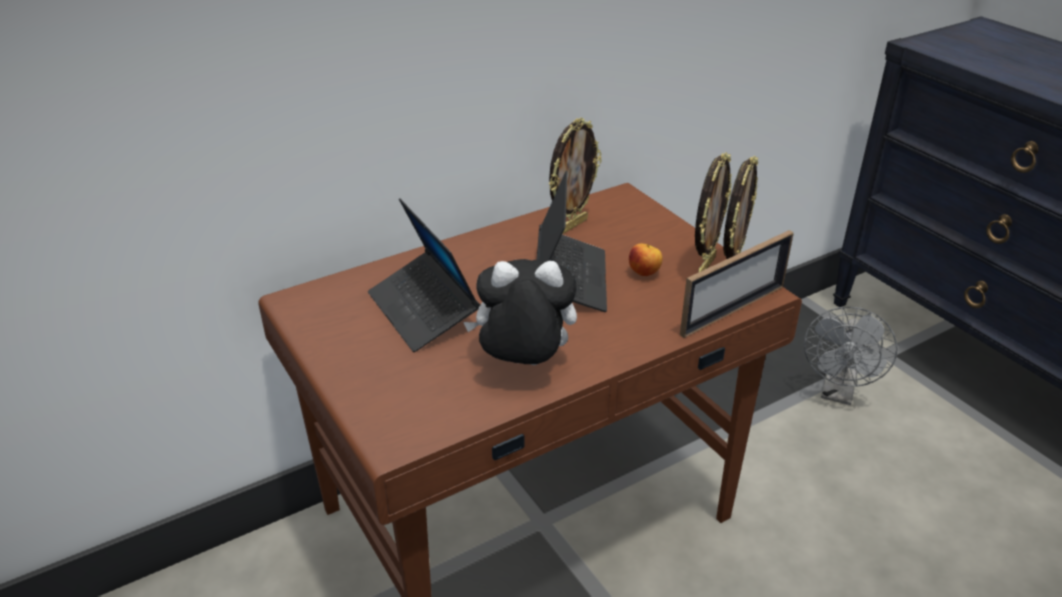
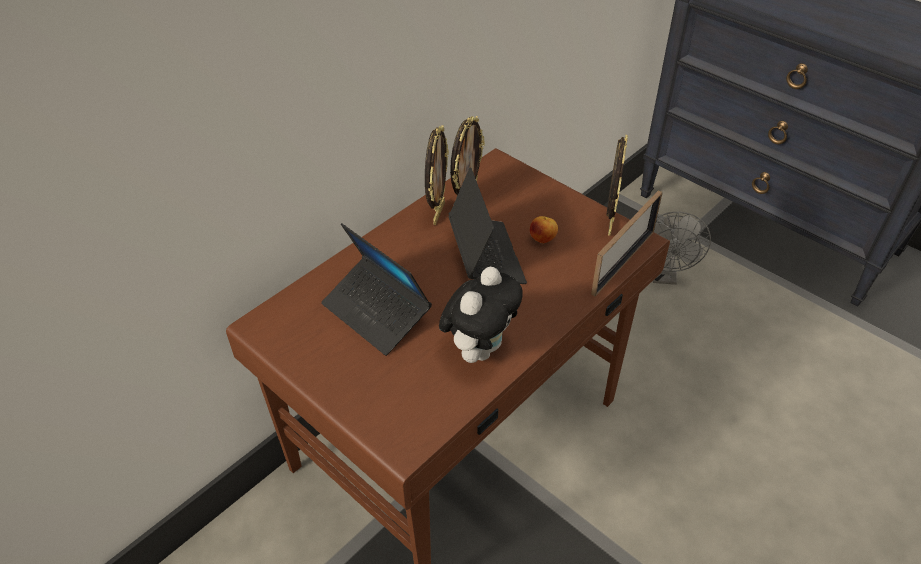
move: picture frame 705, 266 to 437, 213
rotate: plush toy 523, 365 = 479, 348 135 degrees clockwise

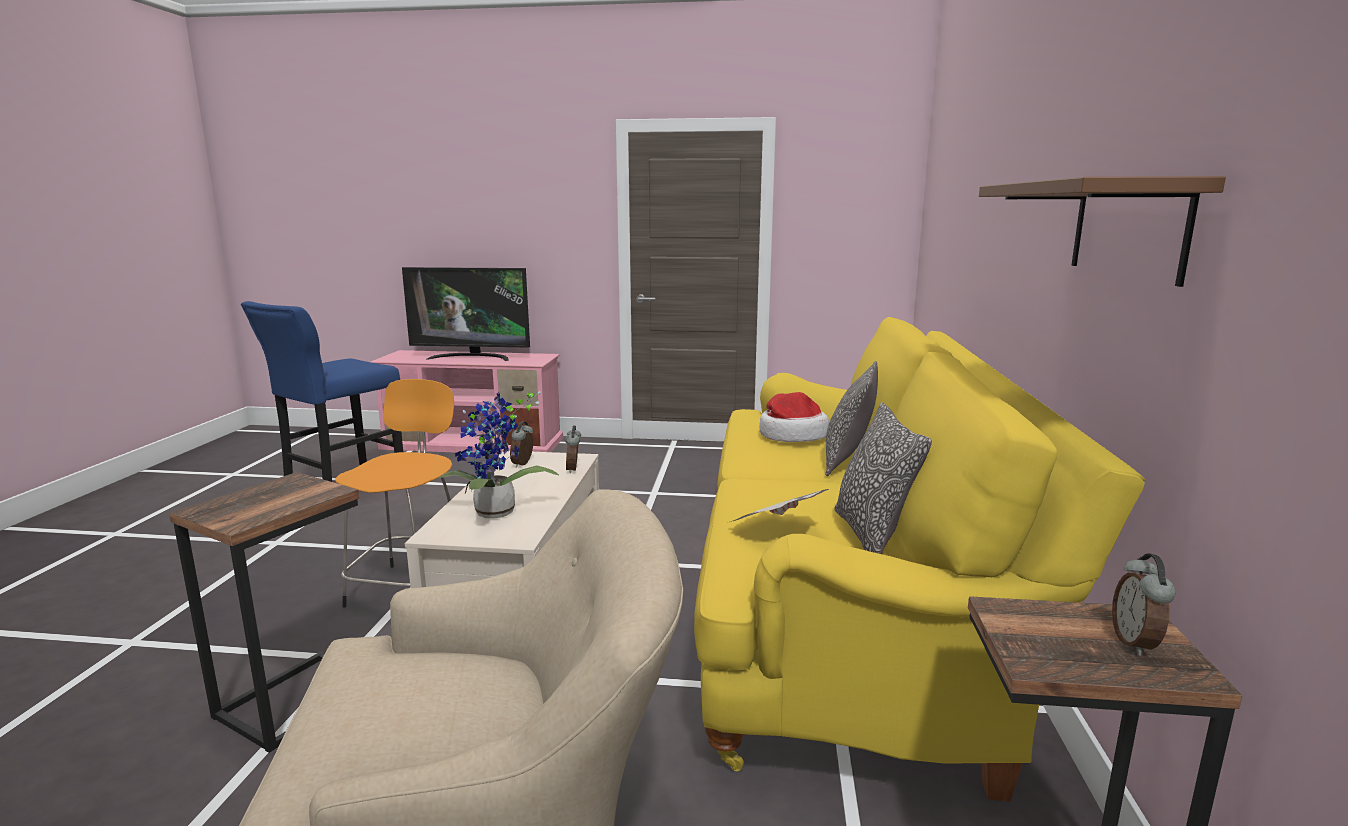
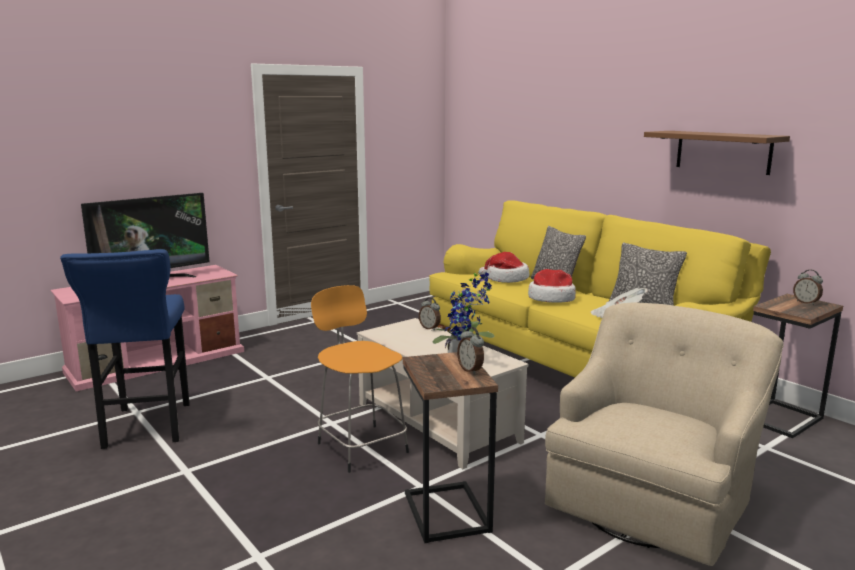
insert: hat 551, 298
move: alarm clock 523, 464 to 471, 370

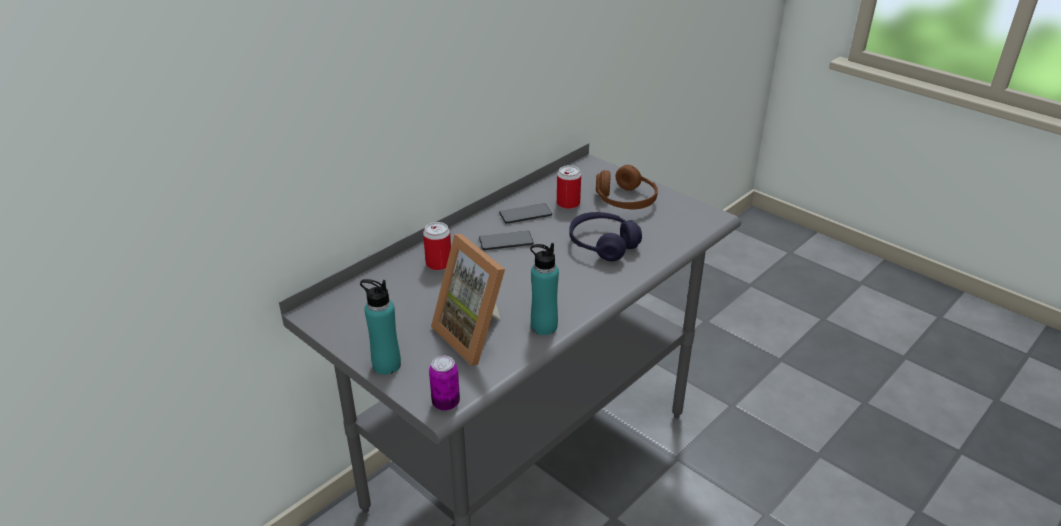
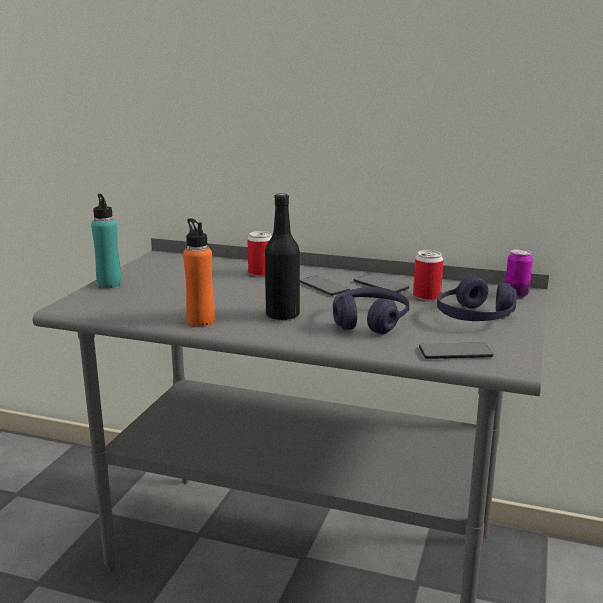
delete: picture frame 476, 335
insert: black bottle 282, 315; phone 455, 352
move: can 446, 403 to 516, 295
recolor: turquoise bottle 544, 326 to orange bottle 200, 321; brown headphones 625, 200 to purple headphones 475, 317

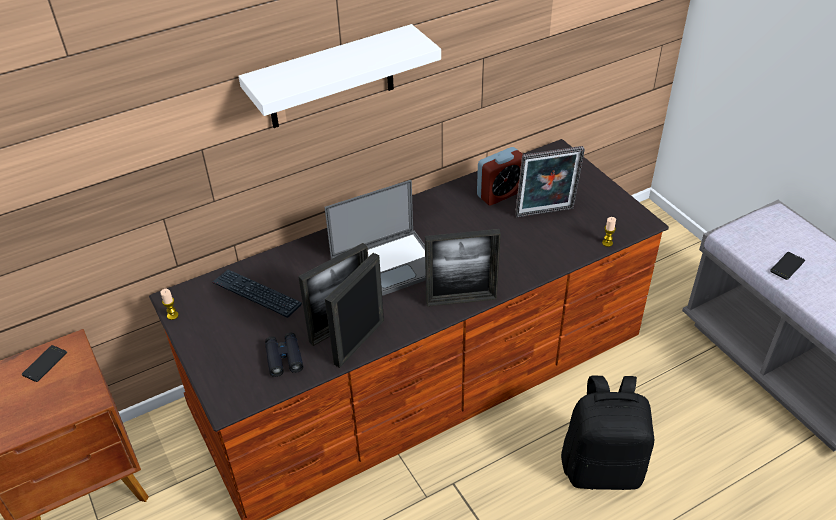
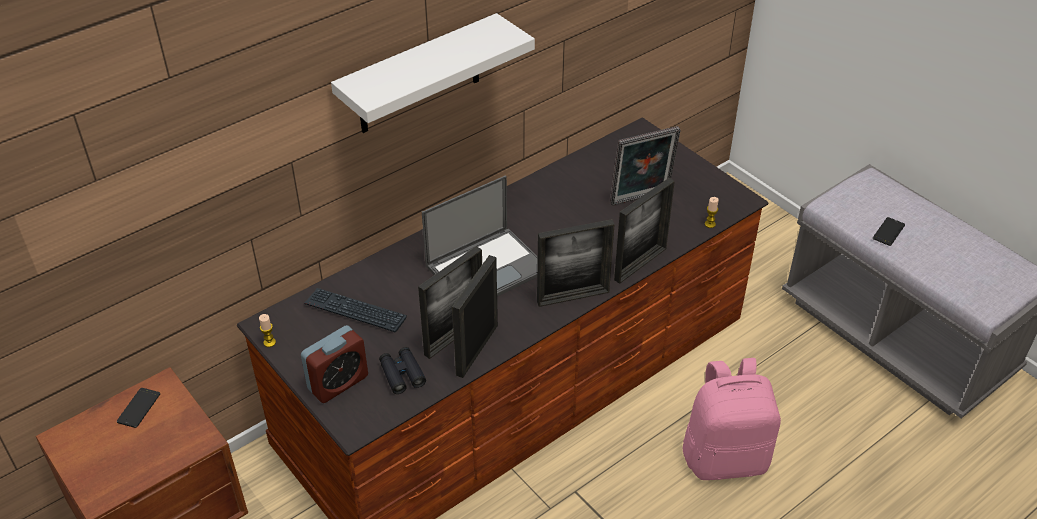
insert: picture frame 640, 264
move: alarm clock 500, 193 to 338, 383
recolor: black backpack 602, 467 to pink backpack 725, 457

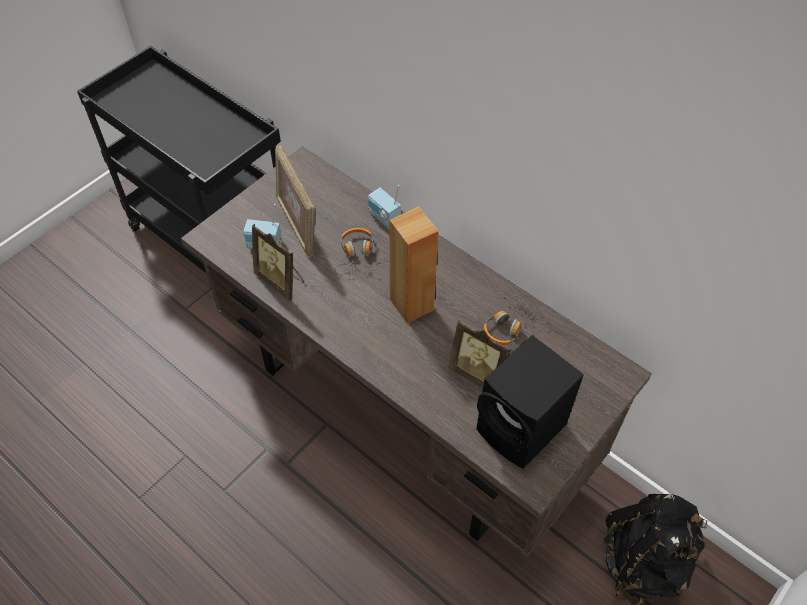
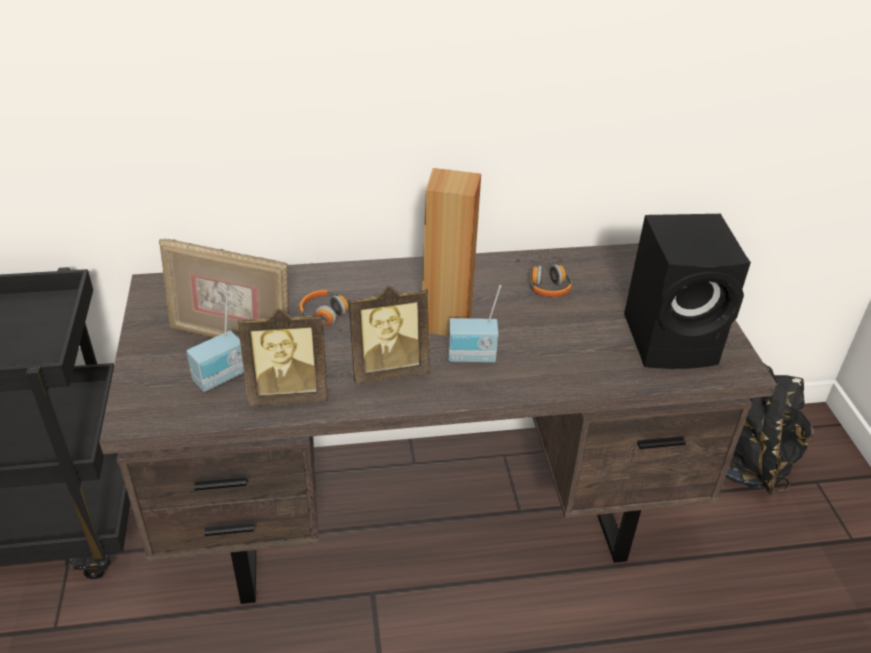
move: radio 383, 218 to 471, 357; picture frame 479, 373 to 388, 369

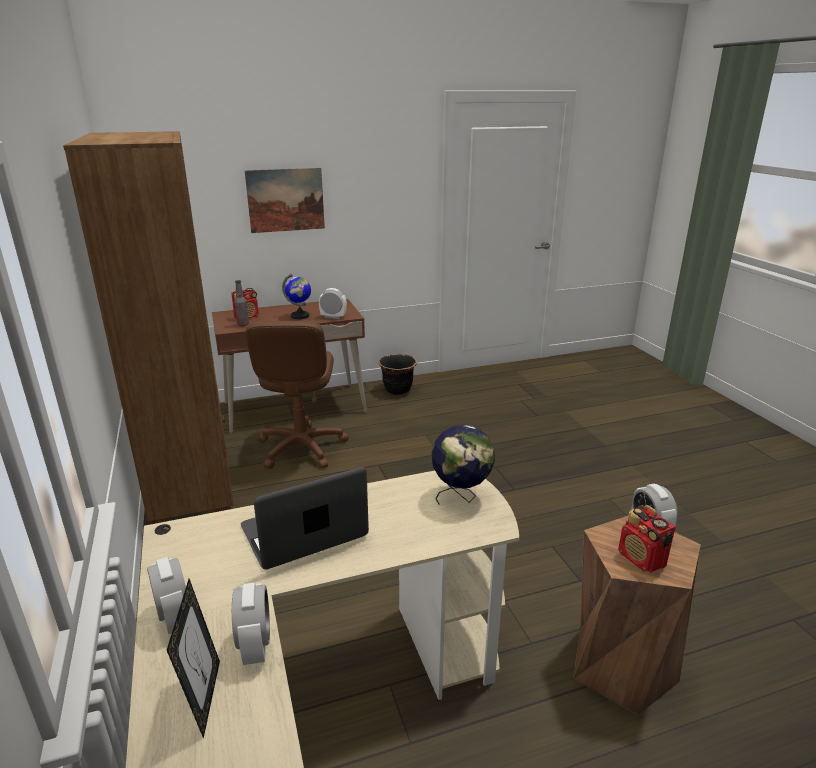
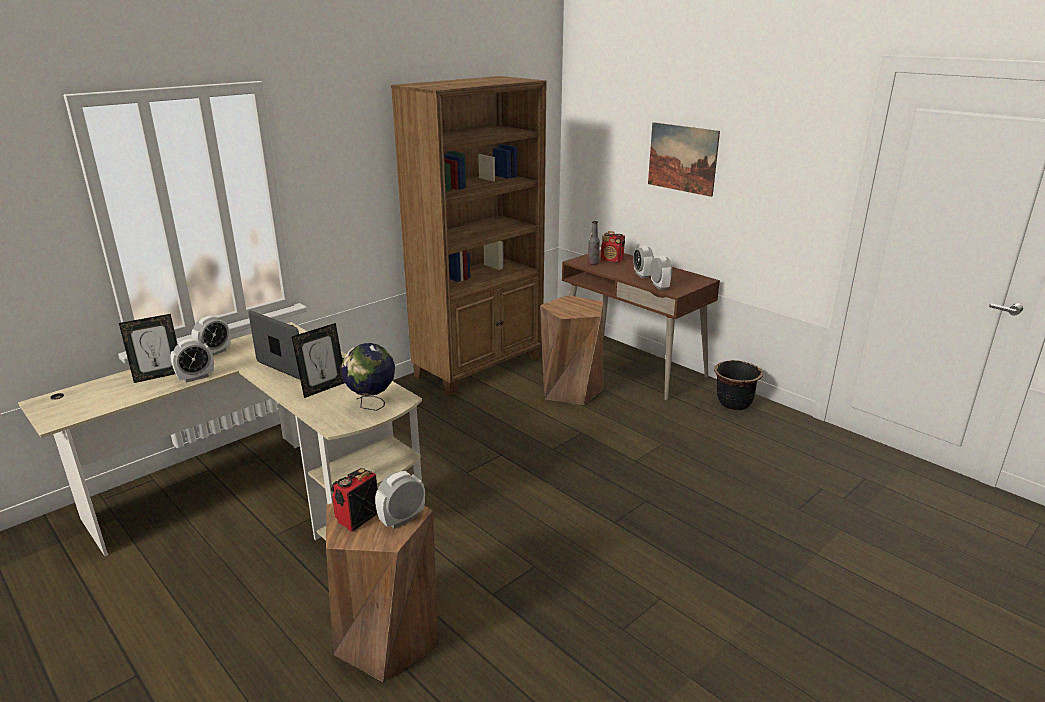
insert: picture frame 323, 388
replace: brown office chair 301, 448 to brown stool 570, 389; globe 300, 316 to alarm clock 642, 275

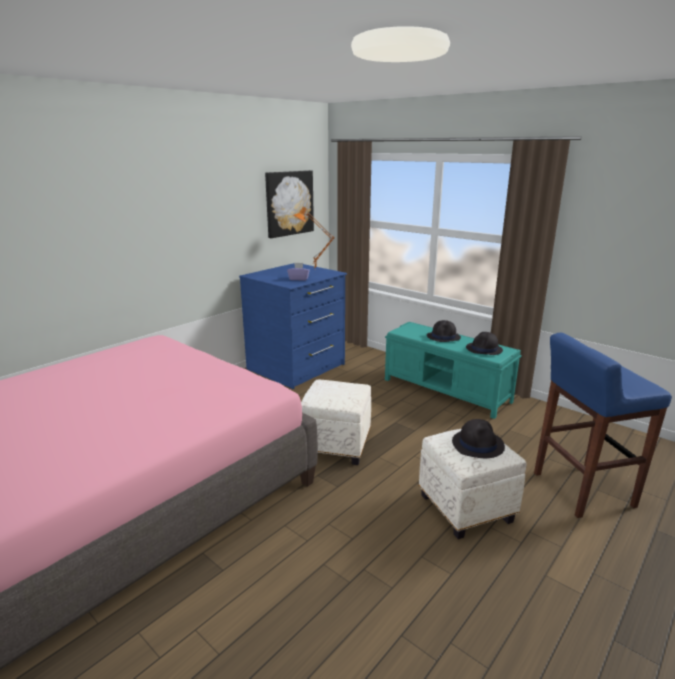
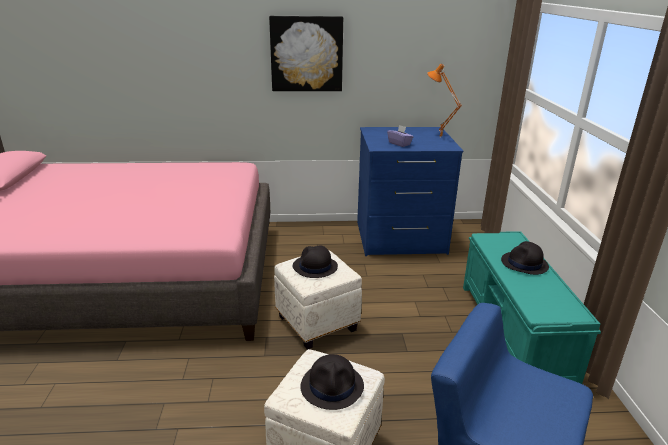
move: picture 289, 203 to 306, 54; black hat 484, 349 to 314, 267

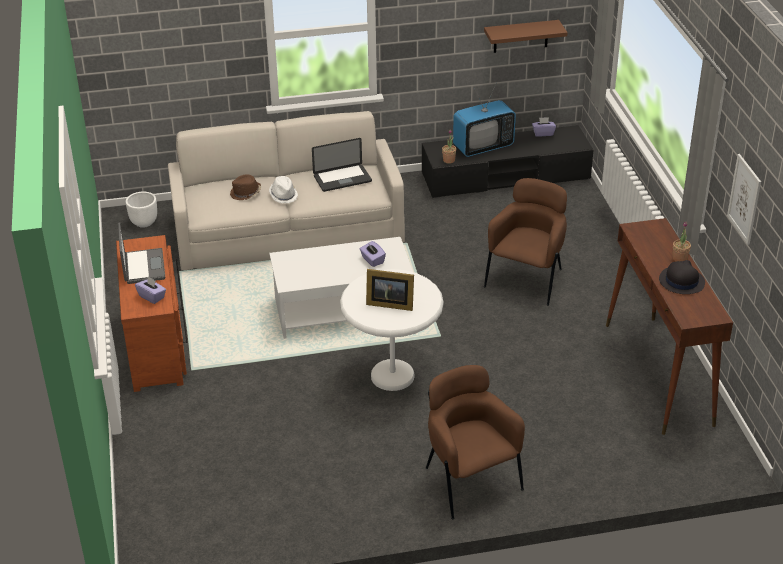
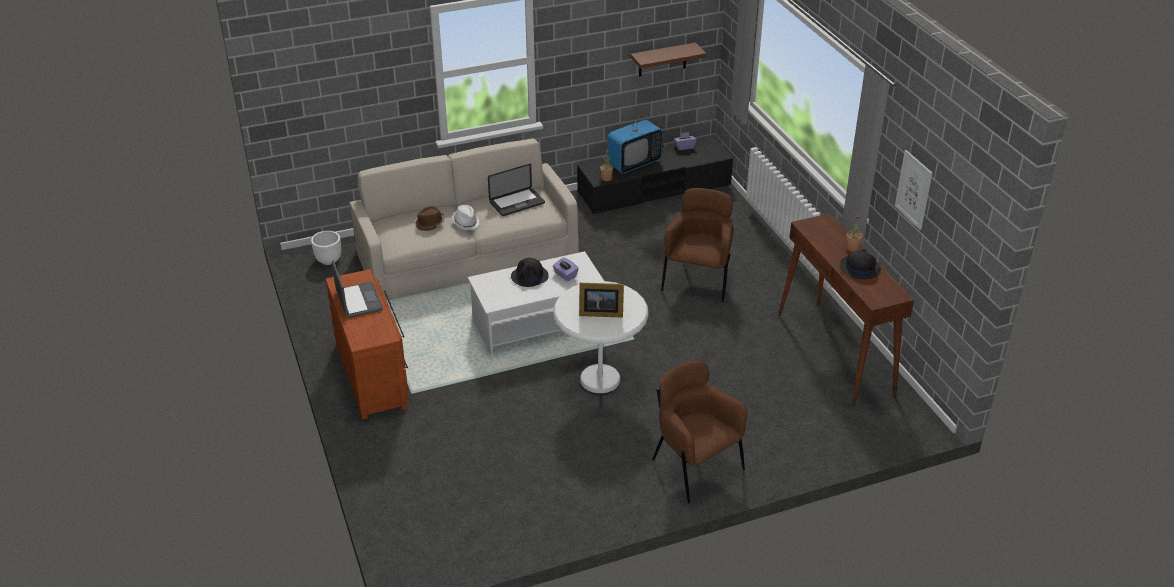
delete: purple tissue box 152, 297
insert: black hat 530, 276

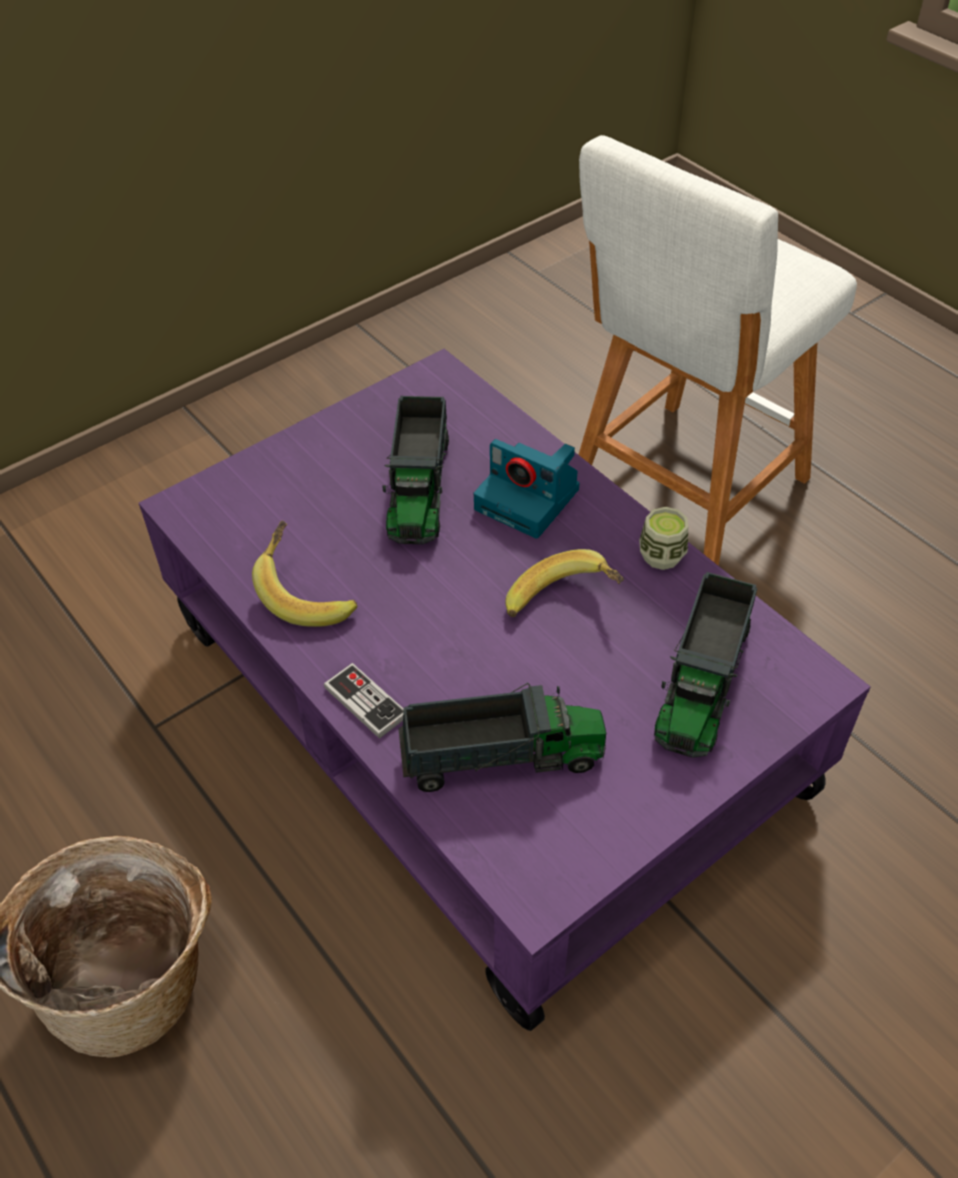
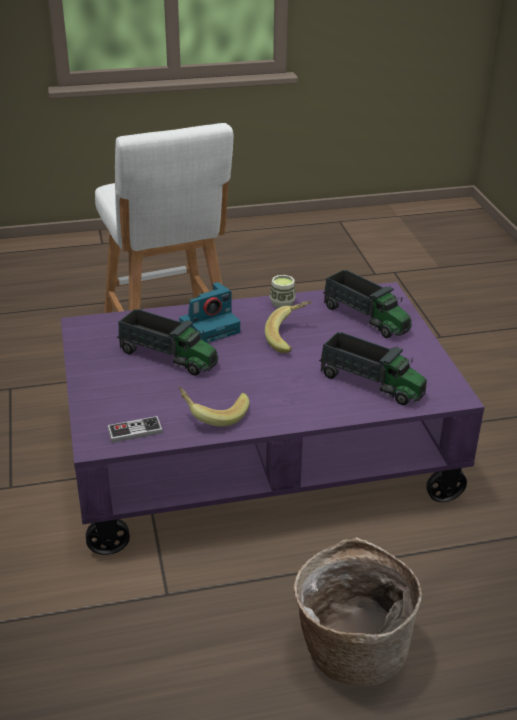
move: game controller 365, 702 to 135, 431
rotate: toy truck 501, 756 = 371, 383 105 degrees clockwise

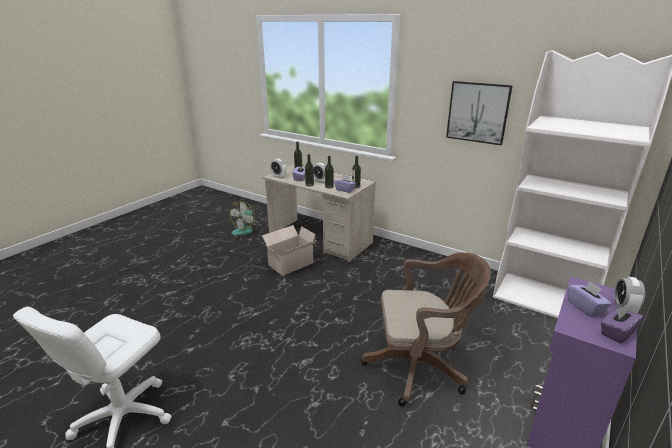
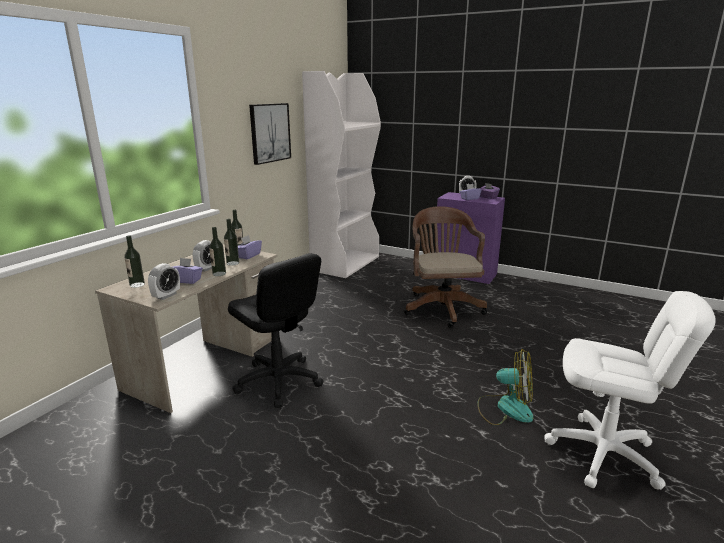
move: fan 245, 230 to 505, 408
replace: cardboard box 289, 264 to black office chair 278, 381

